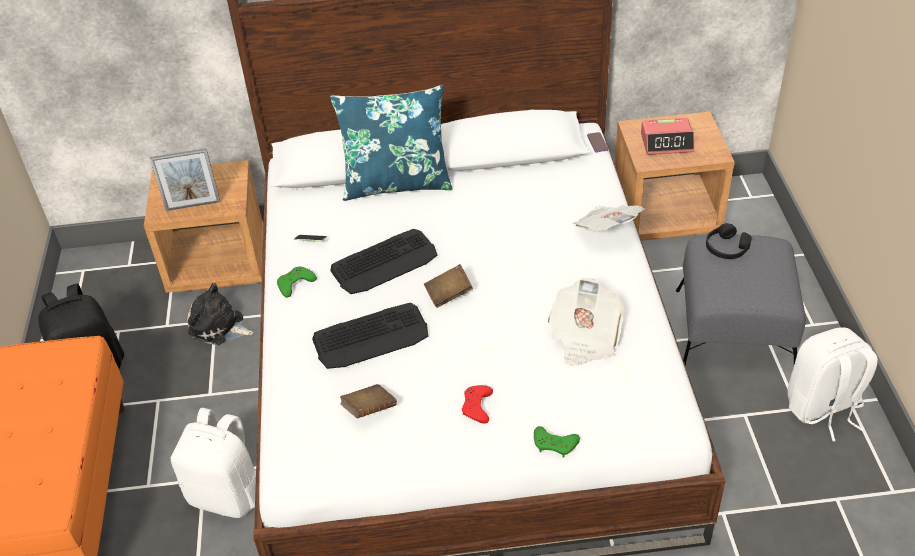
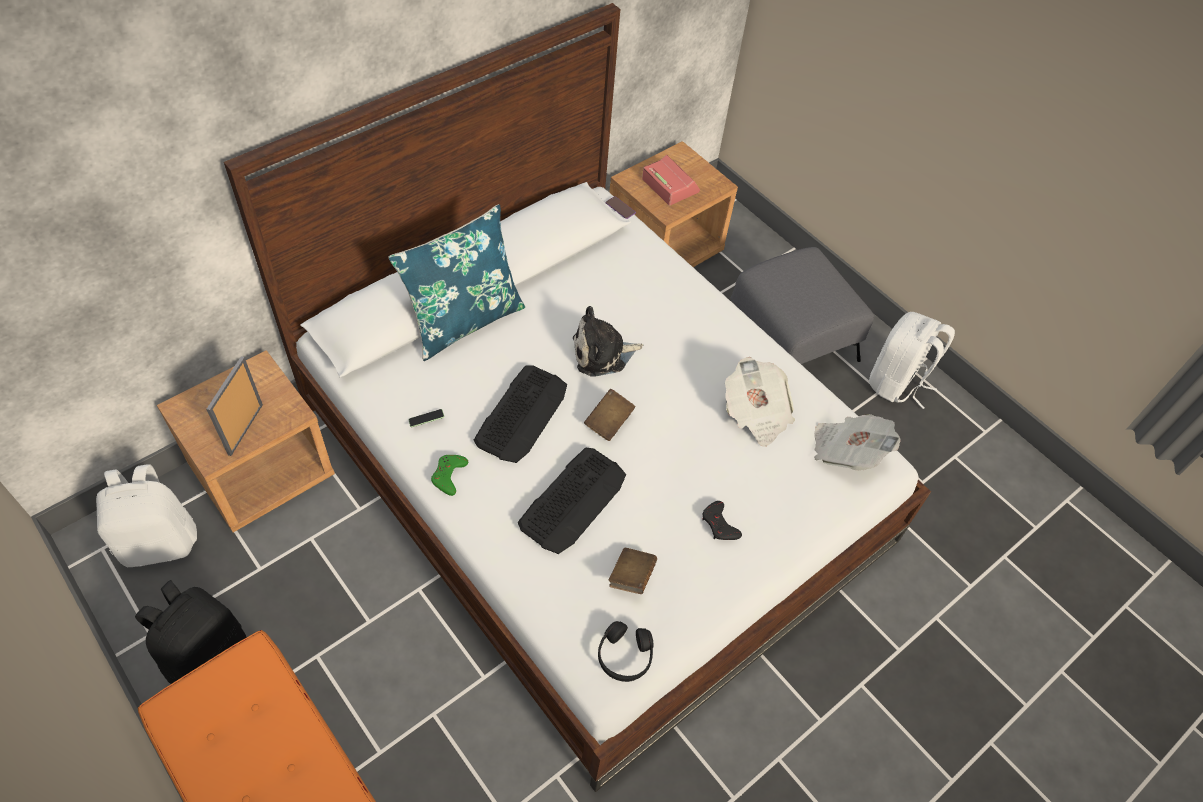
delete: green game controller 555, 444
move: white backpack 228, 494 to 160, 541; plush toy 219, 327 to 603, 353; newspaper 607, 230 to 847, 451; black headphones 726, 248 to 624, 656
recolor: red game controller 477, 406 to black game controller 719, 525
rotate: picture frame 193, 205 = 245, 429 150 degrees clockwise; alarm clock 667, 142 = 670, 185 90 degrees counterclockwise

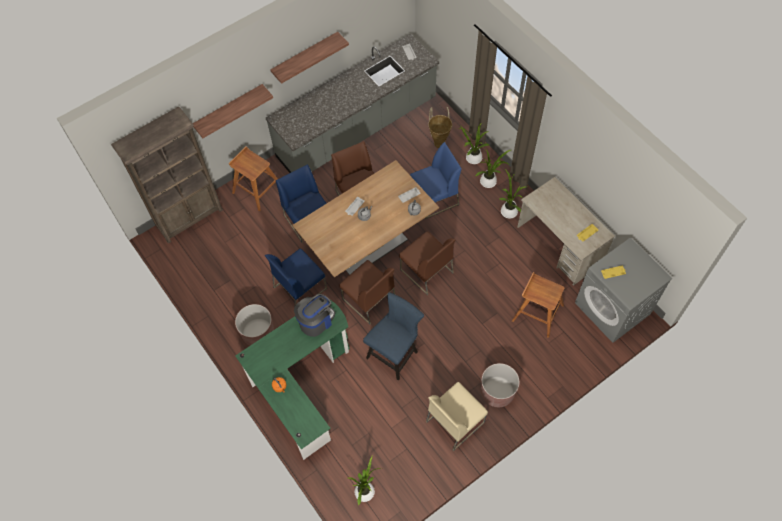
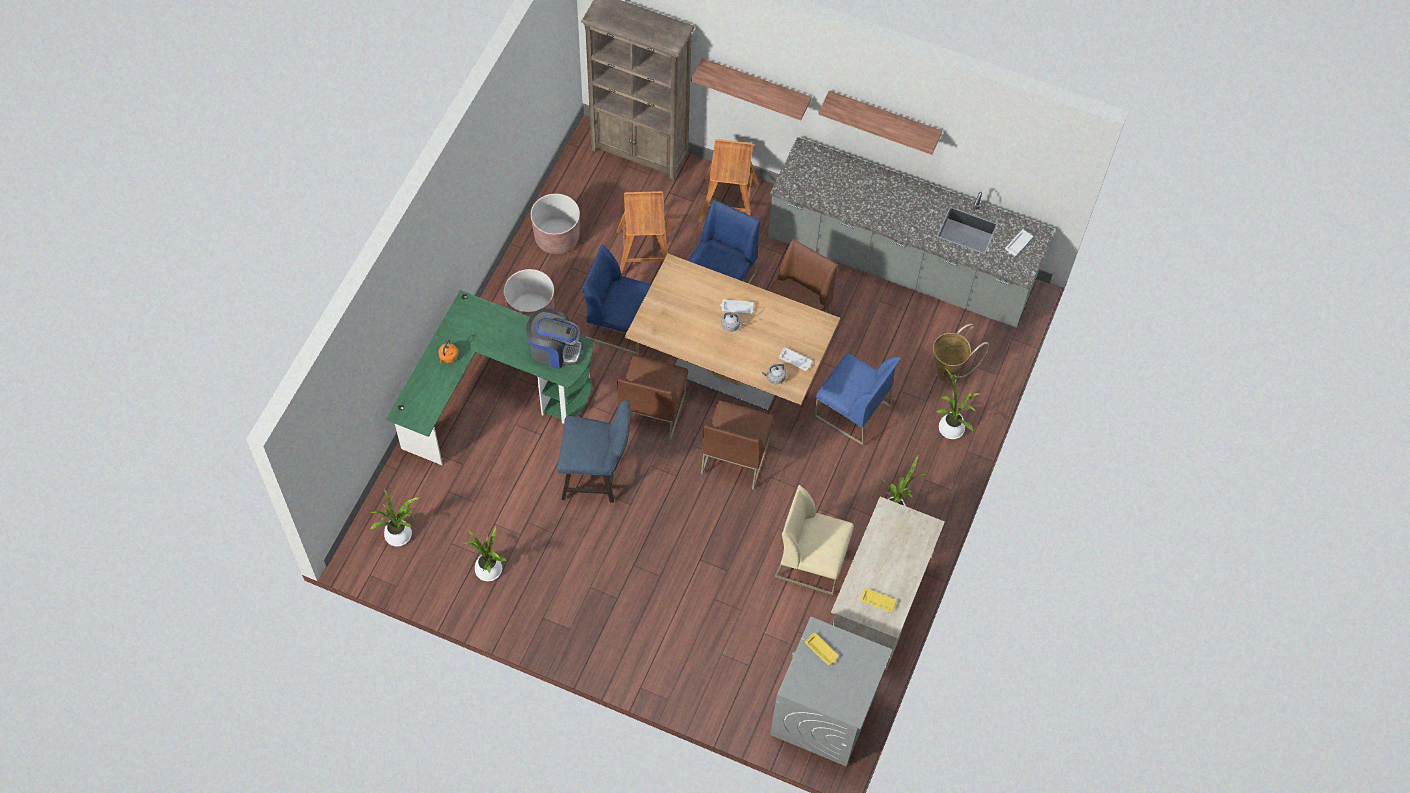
move: beige chair 455, 421 to 812, 561; potted plant 489, 181 to 489, 571; brown planter 497, 392 to 557, 238; brown stool 537, 312 to 645, 251

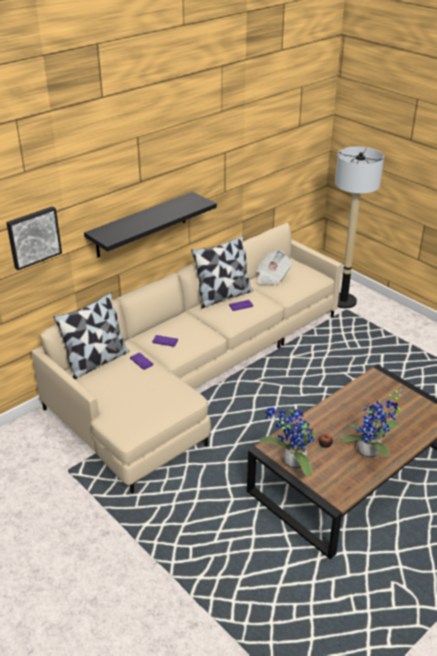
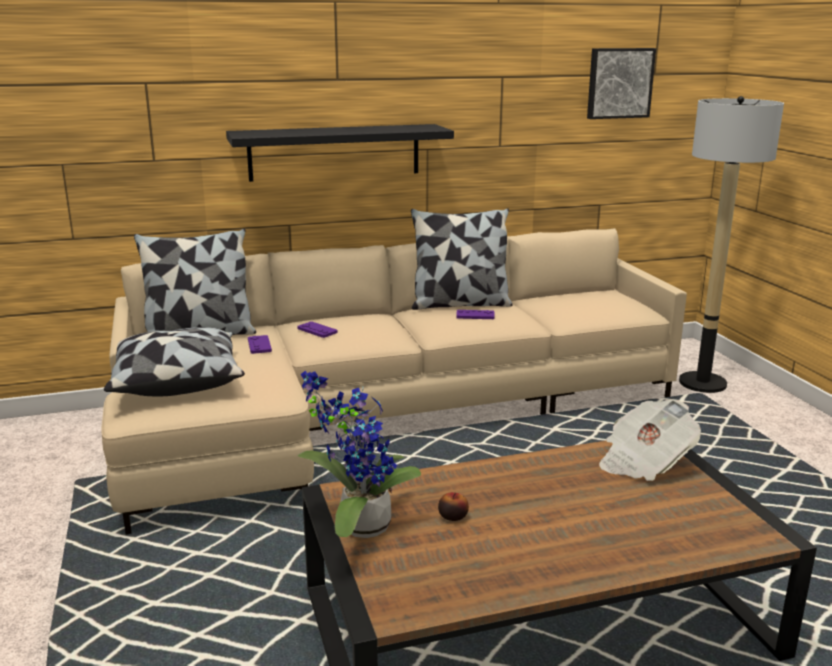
delete: potted plant 370, 453
insert: pillow 176, 381
move: picture 33, 237 to 619, 83; newspaper 272, 277 to 644, 462

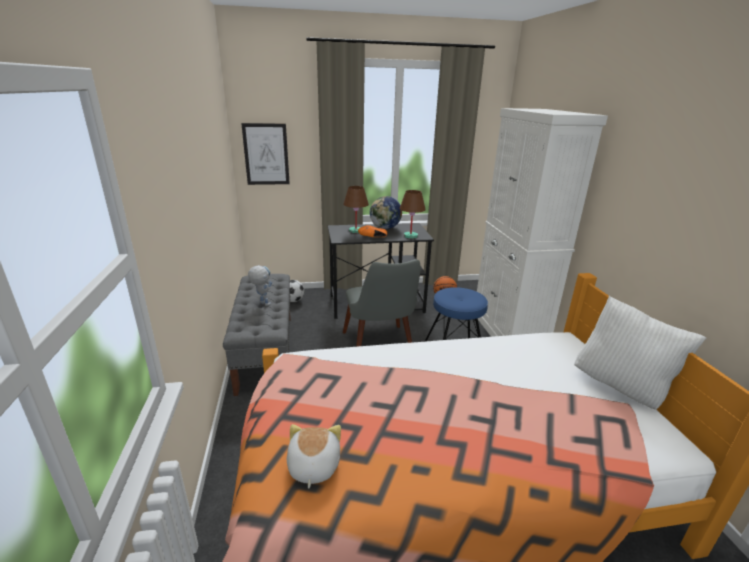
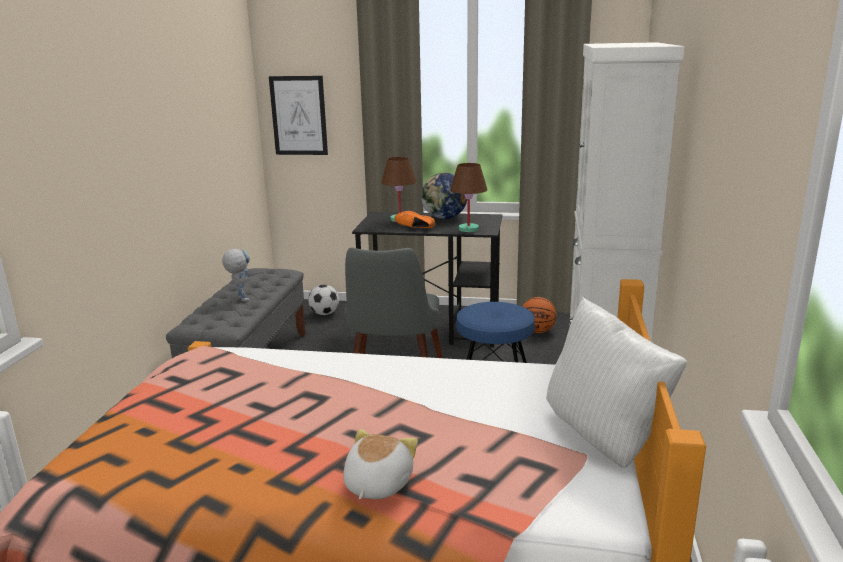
move: plush toy 312, 466 to 376, 484

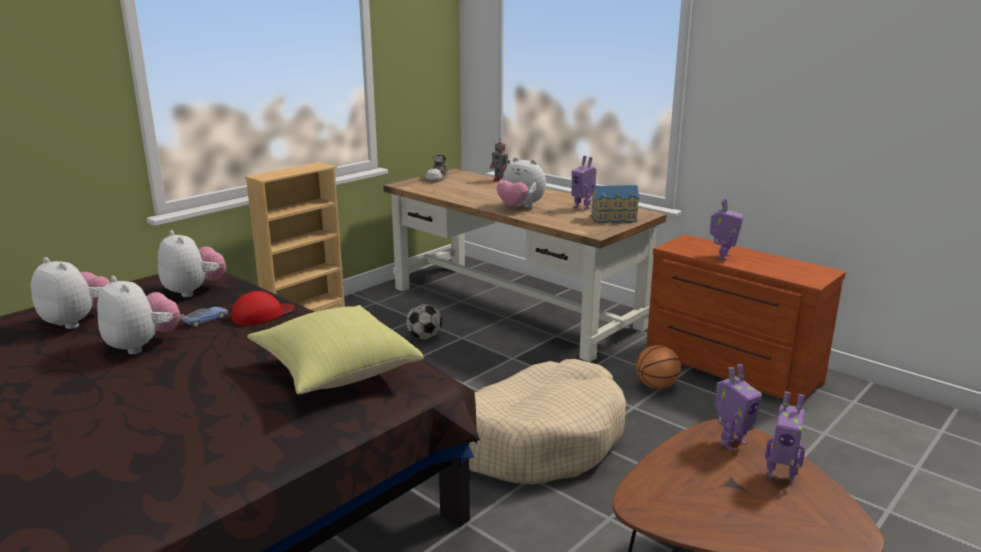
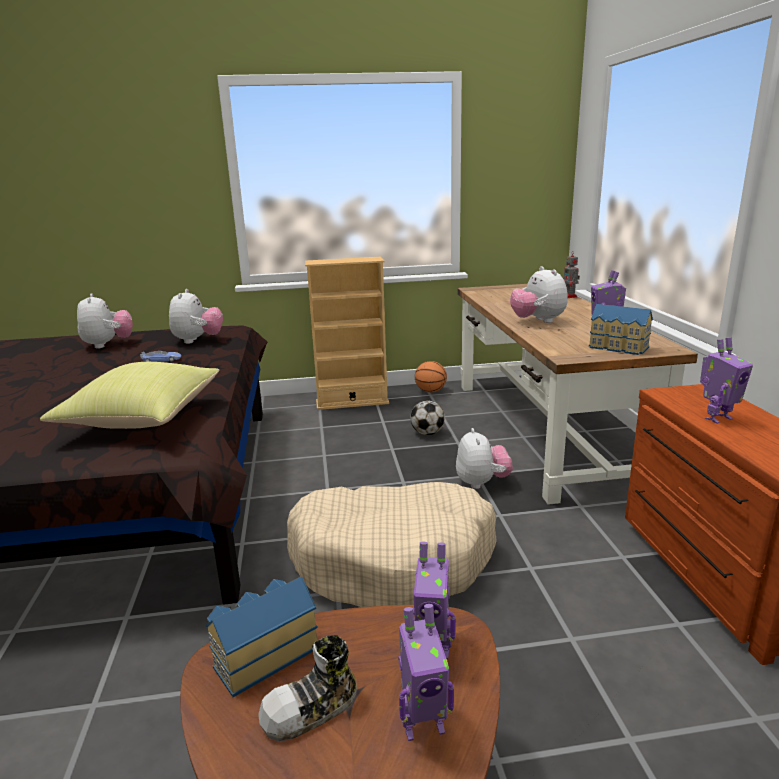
delete: red cap 262, 314
insert: toy house 263, 654
move: plush toy 142, 346 to 482, 483; shoe 438, 178 to 311, 710; basketball 656, 386 to 430, 391
rotate: toy robot 781, 475 = 423, 724 75 degrees counterclockwise

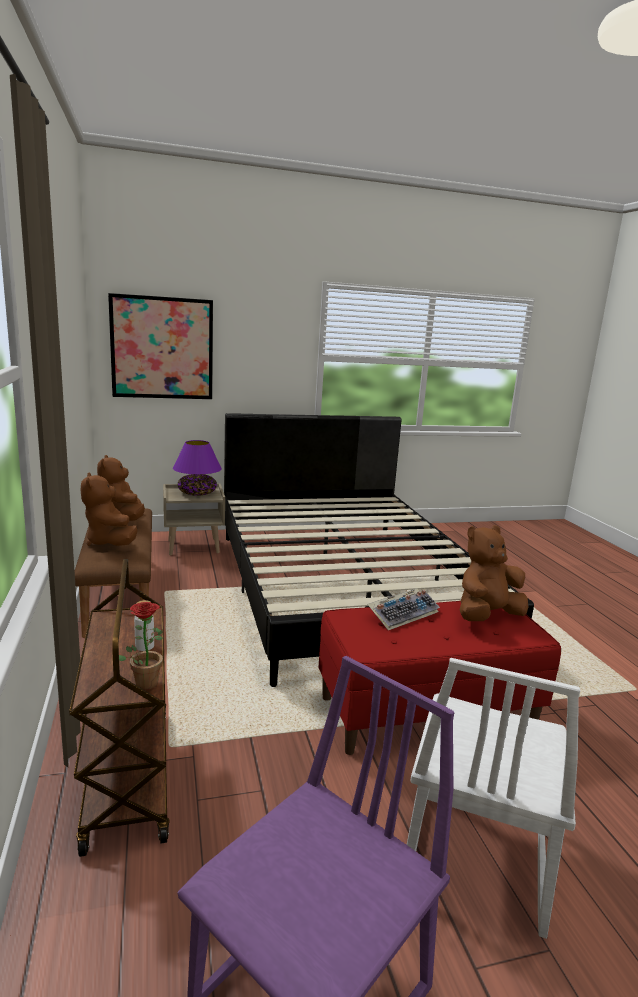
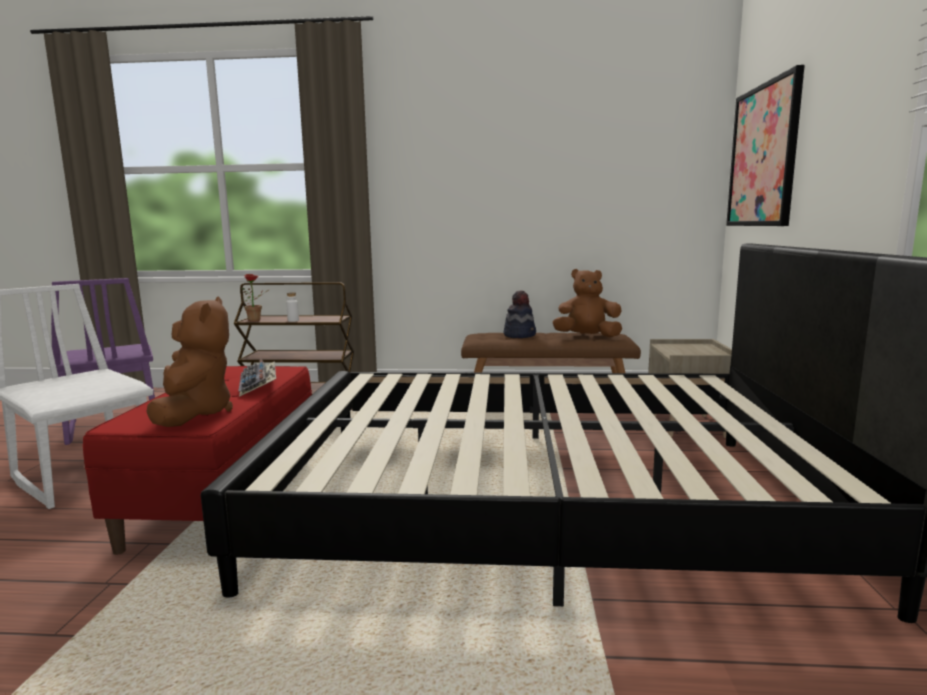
delete: purple table lamp 197, 493
replace: brown plush toy 110, 542 to hat 520, 335

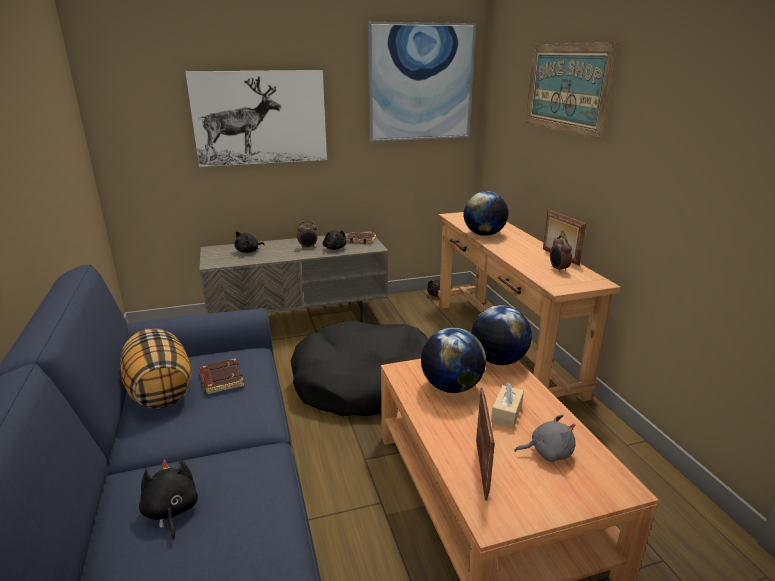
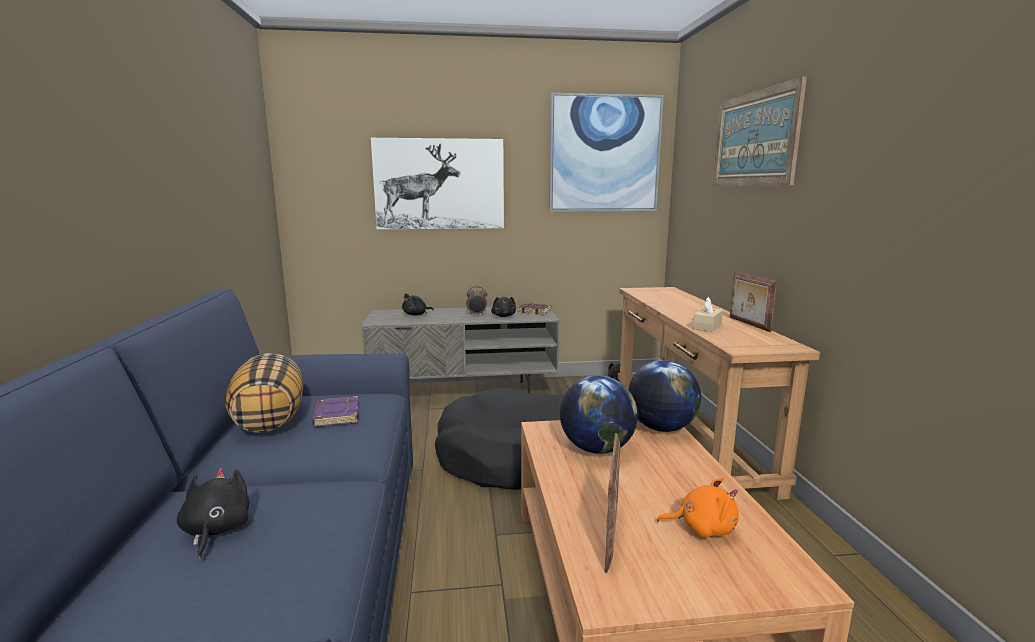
delete: globe 484, 234; alarm clock 558, 269
move: beige tissue box 506, 413 to 707, 326
recolor: brown book 220, 380 to purple book 336, 415; grey plush toy 547, 452 to orange plush toy 702, 528

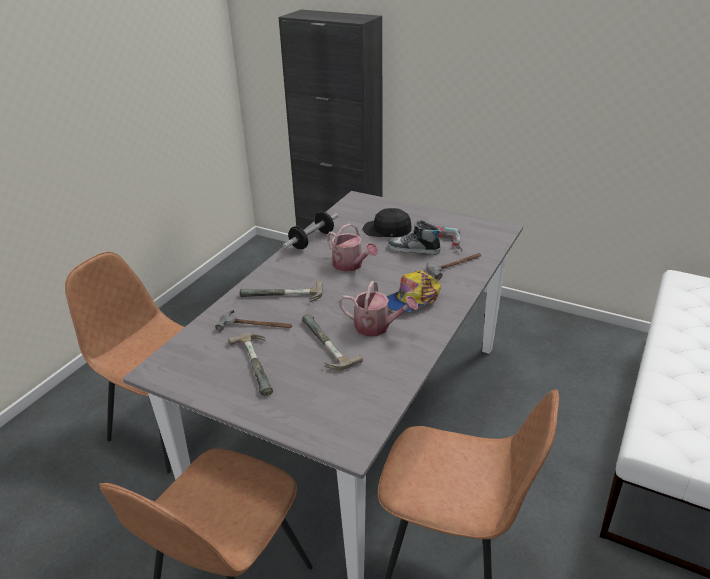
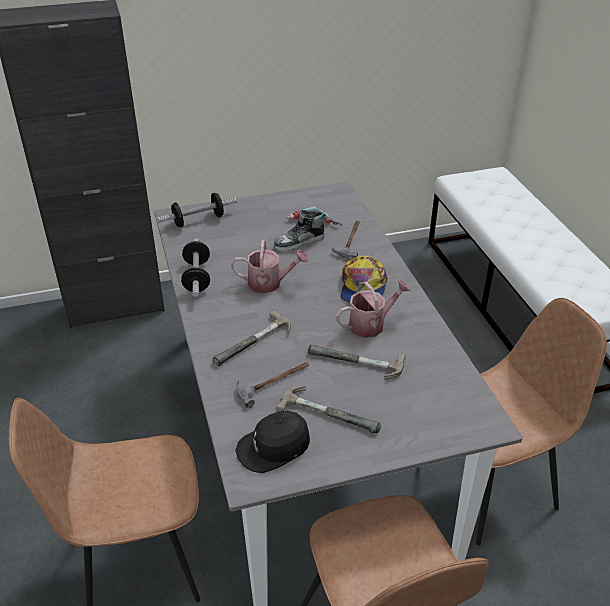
insert: dumbbell 198, 220
move: black cap 387, 230 to 274, 447

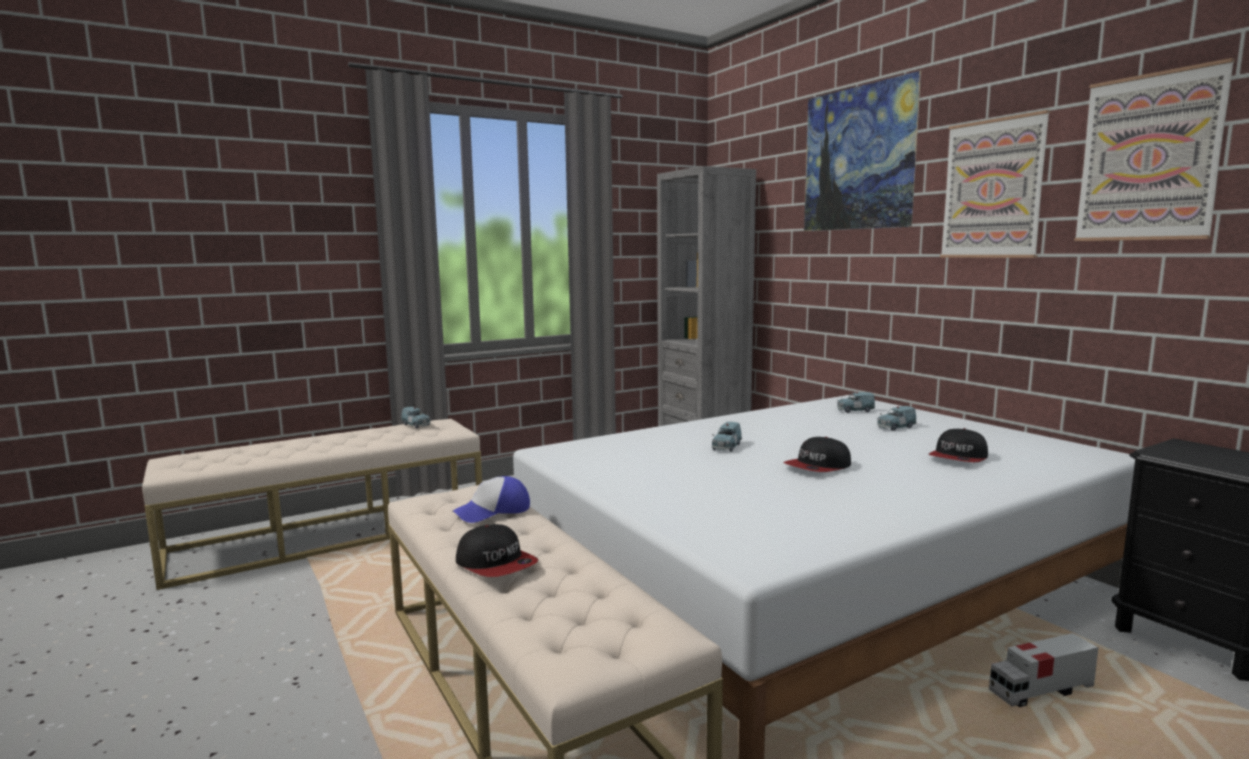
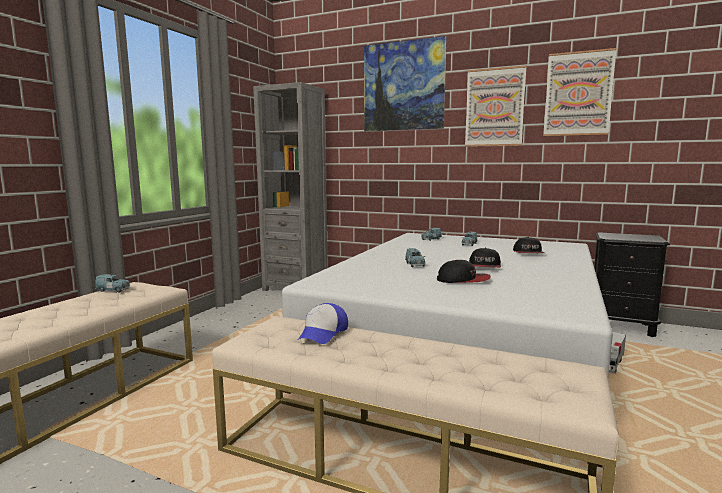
move: cap 496, 564 to 463, 280

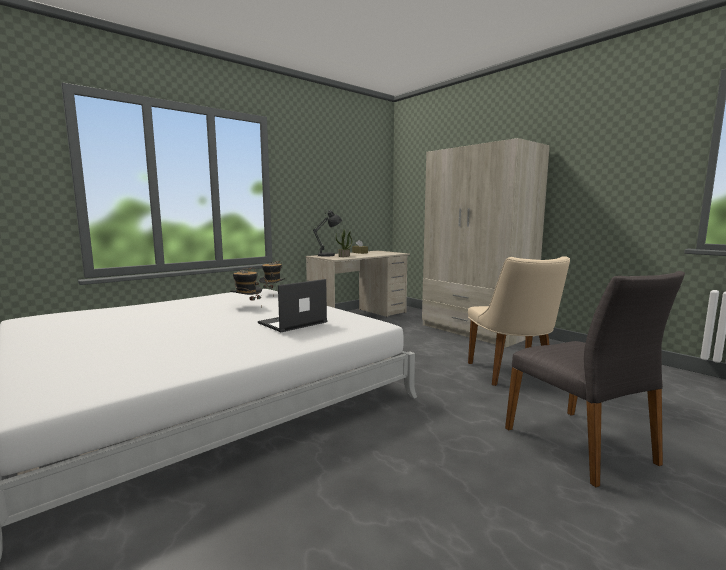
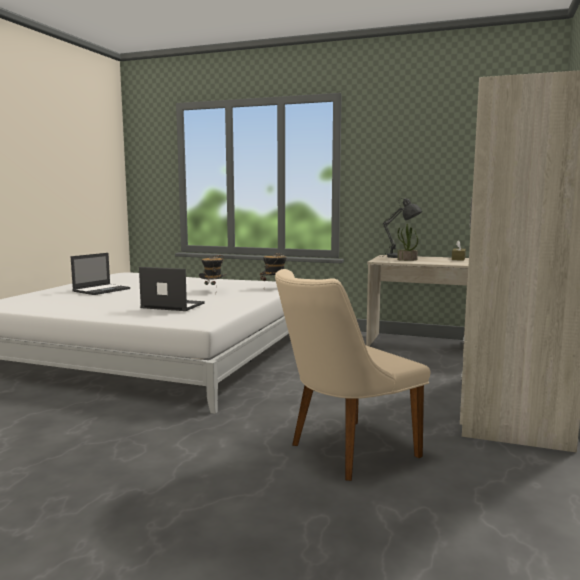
delete: grey chair 581, 445
insert: laptop 102, 290

